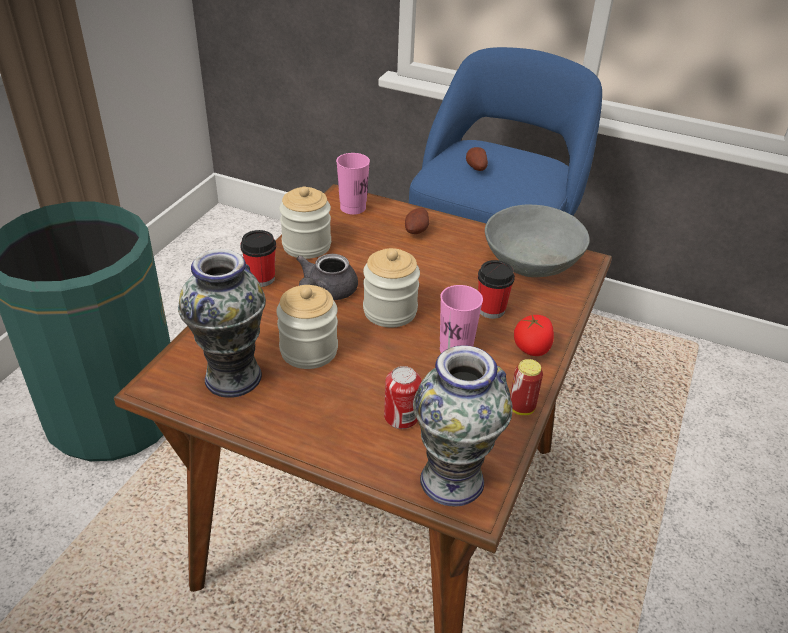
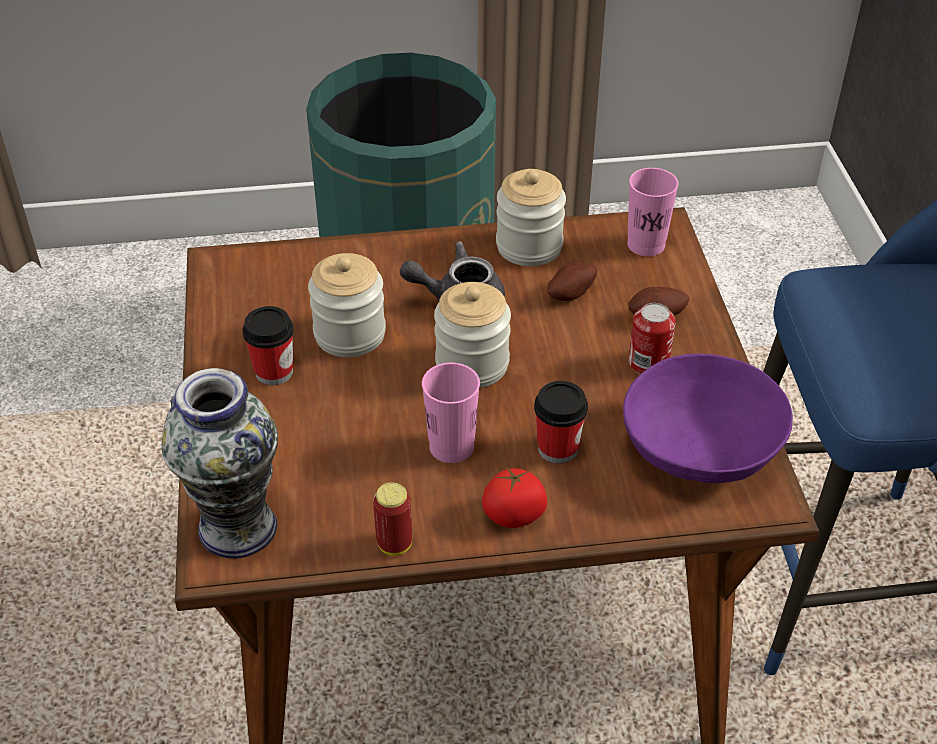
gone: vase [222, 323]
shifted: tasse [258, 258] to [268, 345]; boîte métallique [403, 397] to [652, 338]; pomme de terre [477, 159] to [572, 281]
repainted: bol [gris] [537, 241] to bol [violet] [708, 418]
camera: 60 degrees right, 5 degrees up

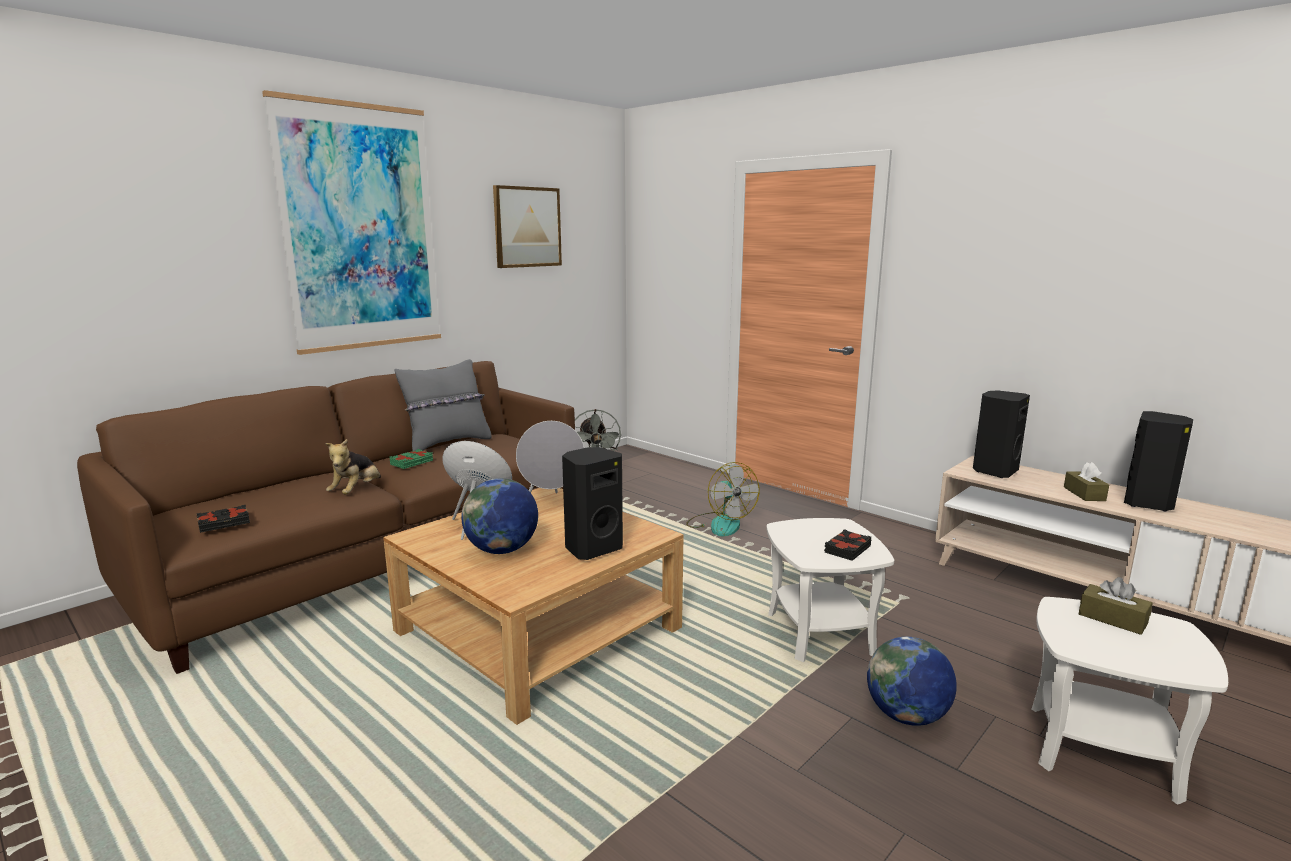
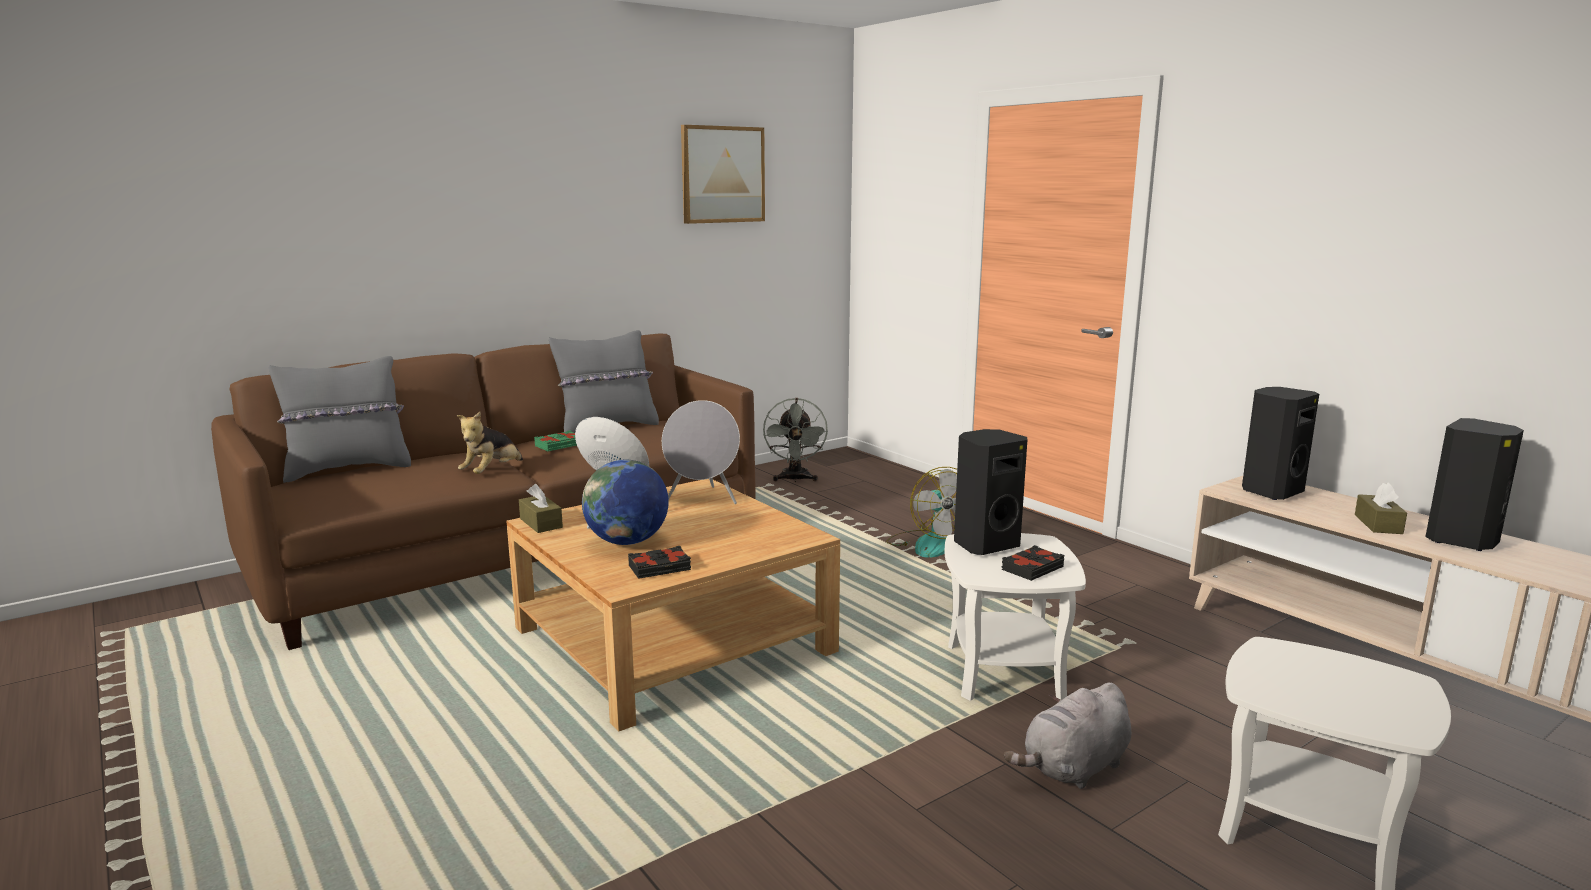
gone: tableau [351, 222]
new: coussin [gris] [340, 419]
shifted: livre [noir] [223, 519] to [659, 562]; enceinte [noir] [592, 503] to [990, 492]; boîte à mouchoirs [marron] [1115, 606] to [541, 508]
swapped: globe [912, 681] to peluche [gris] [1067, 735]
camera: 10 degrees right, 0 degrees up

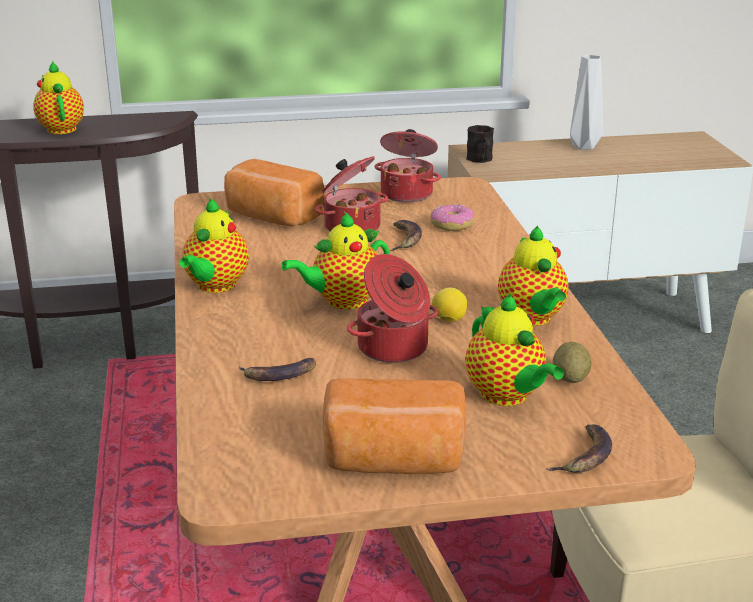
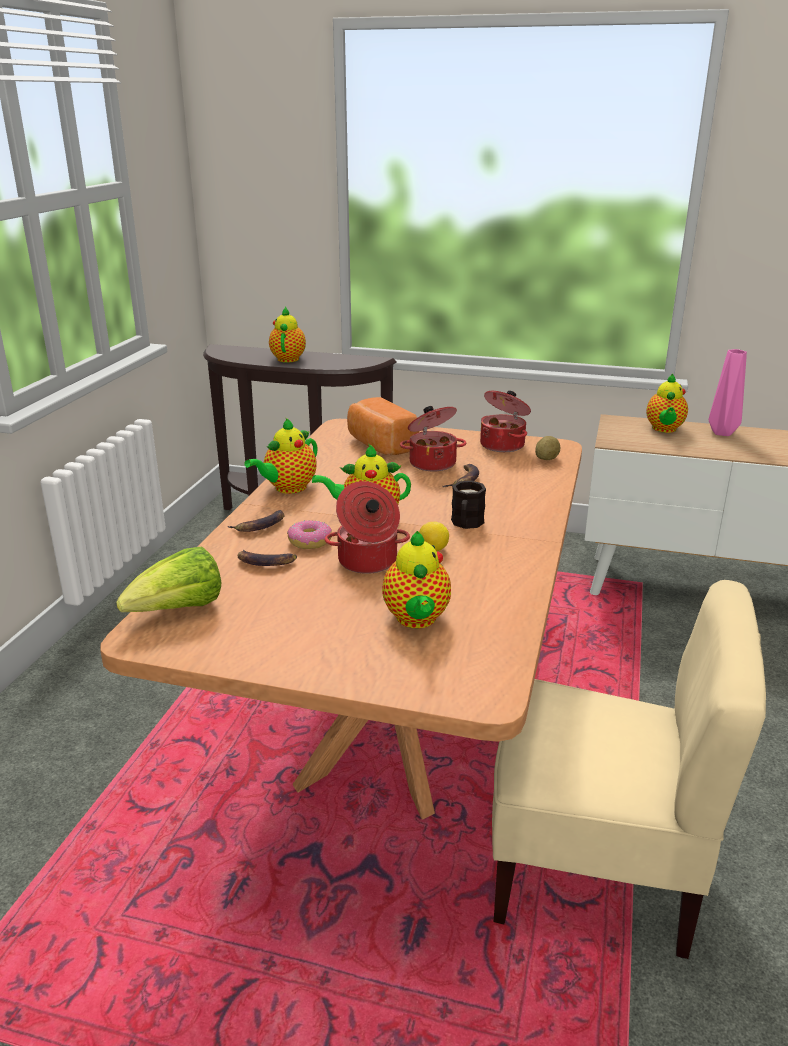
gone: pain [394, 426]
new: laitue [168, 579]
shifted: beignet [452, 218] to [309, 534]; mug [noir] [480, 144] to [468, 505]; théière [533, 276] to [667, 403]; banane [579, 448] to [256, 521]; pomme de terre [572, 362] to [547, 448]
repainted: vase [gris] [586, 102] to vase [rose] [728, 392]
camera: 25 degrees right, 0 degrees up

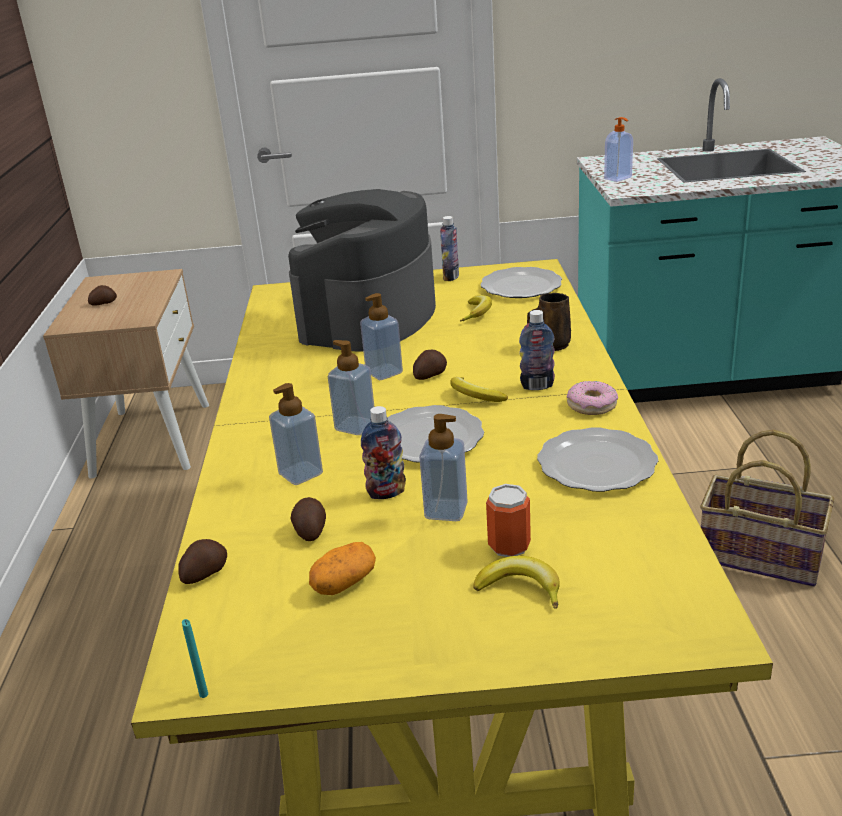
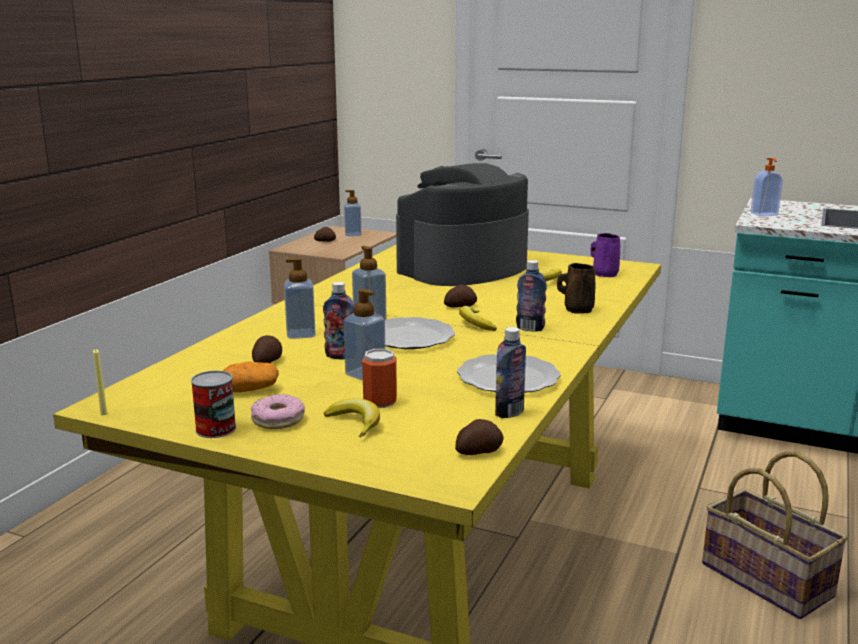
new: boîte métallique [213, 404]
shifted: pomme de terre [203, 561] to [479, 437]; distributeur de savon [381, 336] to [352, 213]; bouteille [449, 248] to [510, 372]; beignet [592, 398] to [278, 411]
swapped: assiette [521, 282] to mug [violet] [605, 255]
repainted: bougie [turquoise] [195, 658] to bougie [jaune] [100, 382]
camera: 25 degrees right, 10 degrees down

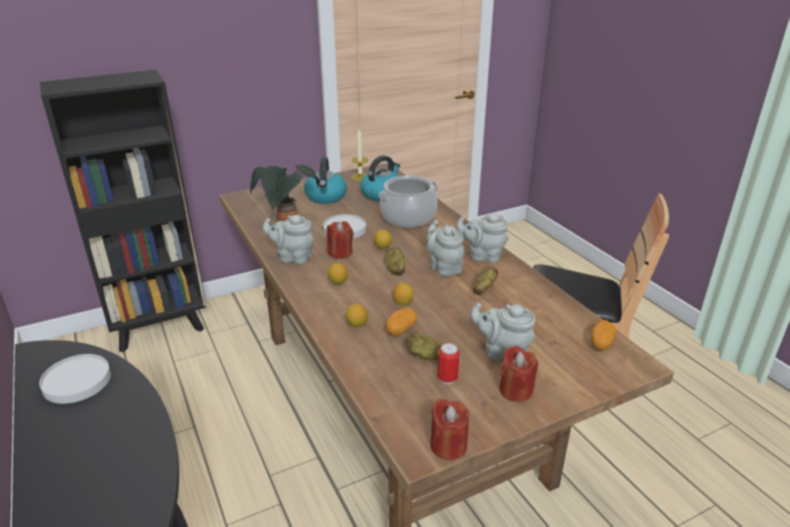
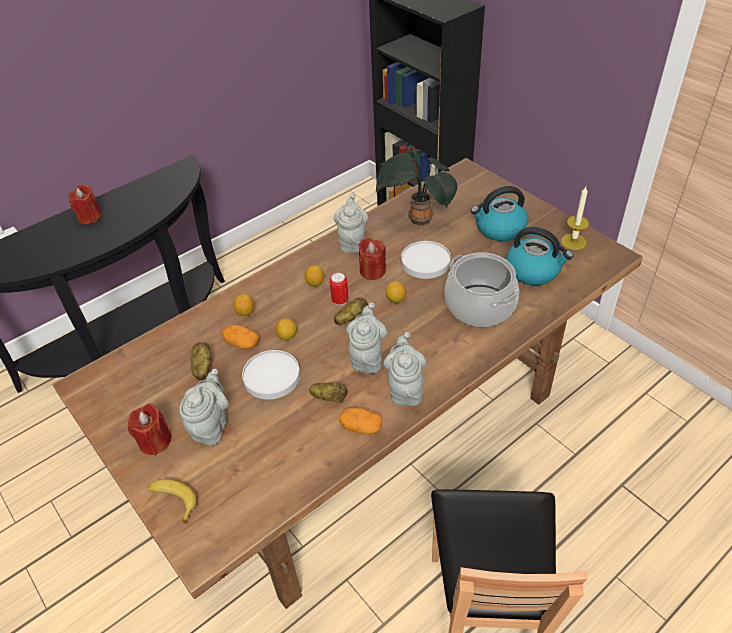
new: banane [172, 501]
shifted: assiette [blanc] [75, 379] to [271, 375]; bougie [rouge] [449, 429] to [85, 204]; boîte métallique [448, 363] to [339, 289]; pomme de terre [603, 335] to [361, 421]
rotated: théière [gris] [445, 248] = [367, 338] 45 degrees counterclockwise
camera: 80 degrees right, 15 degrees up

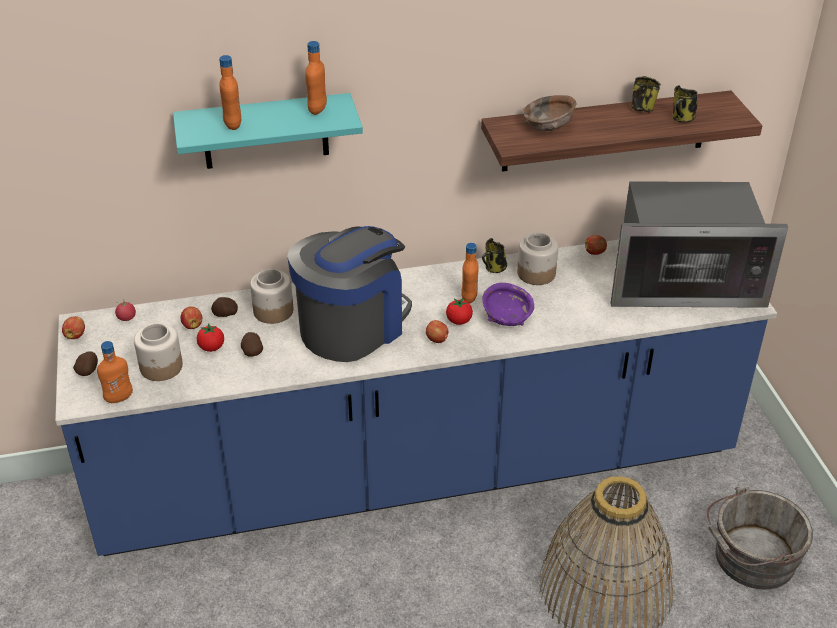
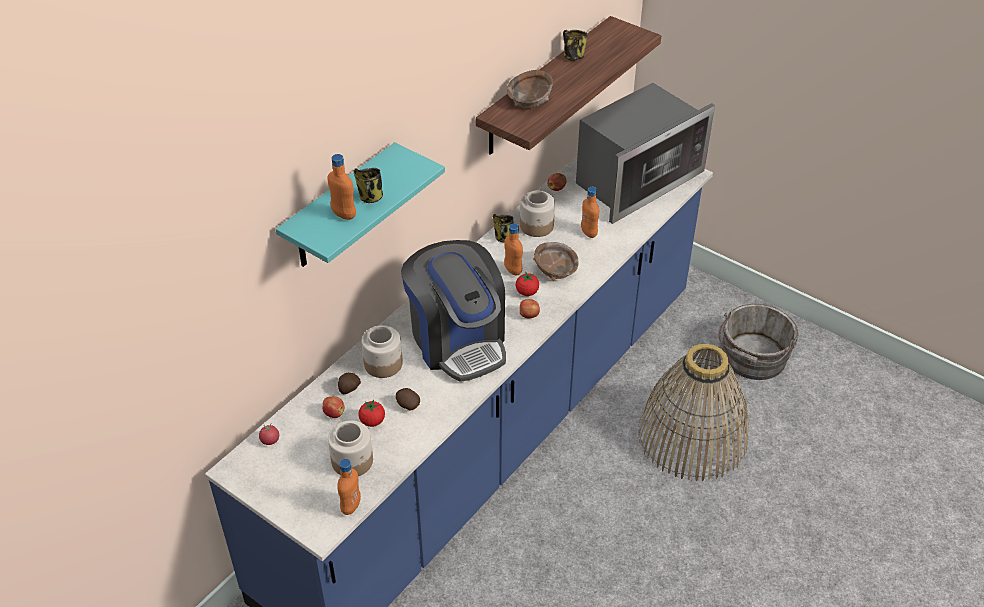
gone: pomme [73, 327]; pomme de terre [85, 363]
shifted: bouteille [orange] [316, 78] to [590, 212]; mug [685, 103] to [368, 185]
repainted: bol [violet] [508, 304] to bol [marron] [556, 261]
rotated: machine à café [349, 294] = [453, 311] 150 degrees clockwise
camera: 40 degrees left, 5 degrees up

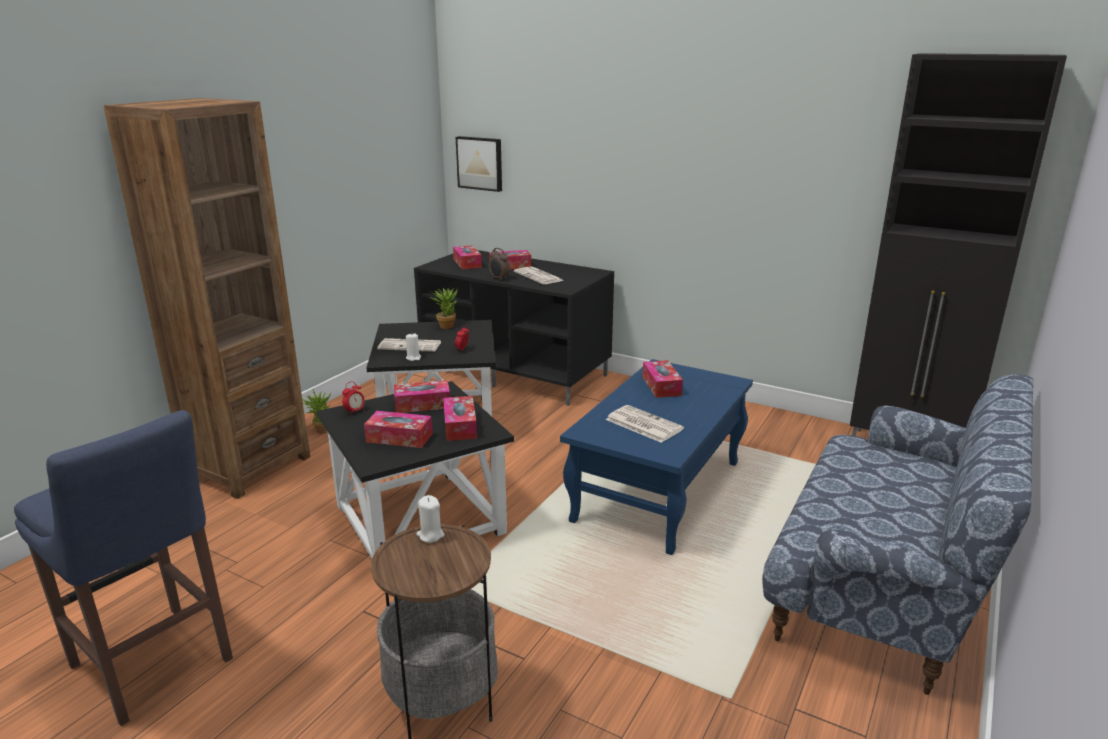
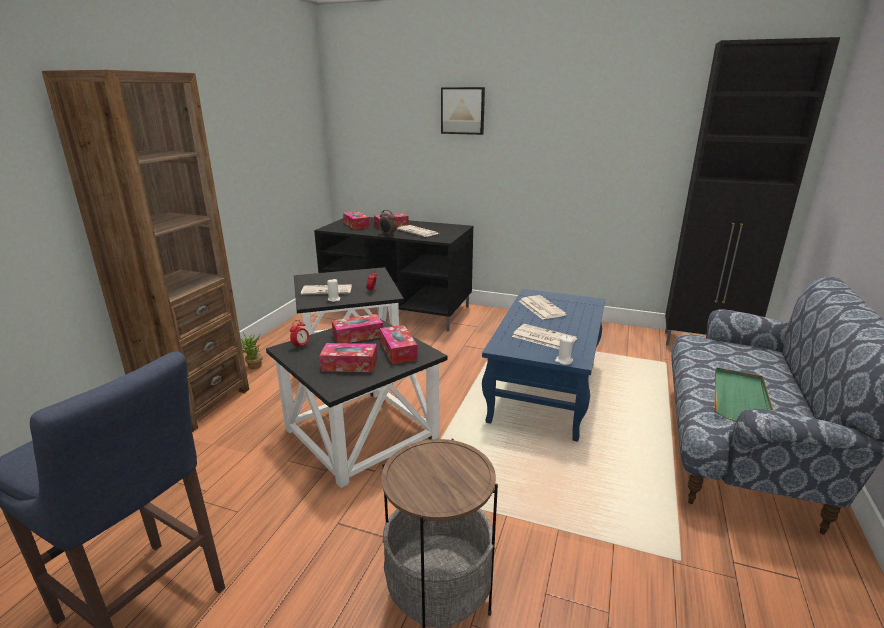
gone: plante en pot [444, 308]
new: plateau [vert] [744, 394]
shifted: bougie [blanc] [430, 519] to [564, 350]; tableau [479, 164] to [463, 111]
swapped: boîte à mouchoirs [662, 379] to journal [543, 307]
camera: 10 degrees left, 0 degrees up

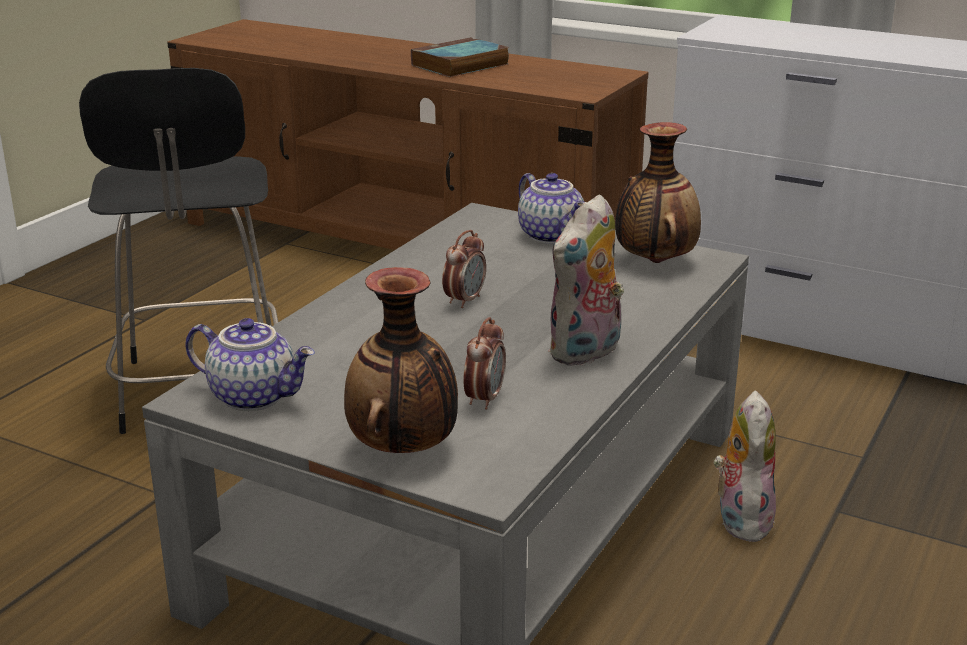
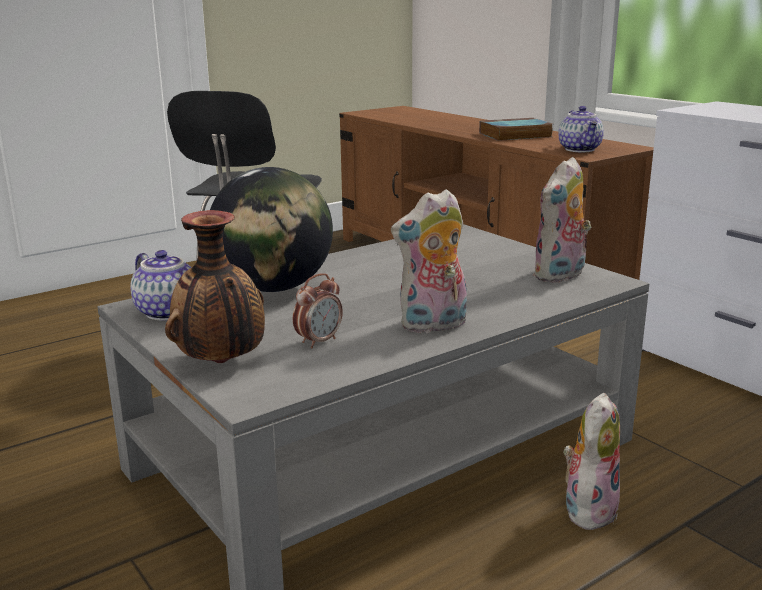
gone: réveil [464, 269]
new: globe [271, 229]
shifted: théière [551, 208] to [581, 129]
swapped: vase [658, 192] to peluche [562, 220]
camera: 25 degrees right, 5 degrees down

